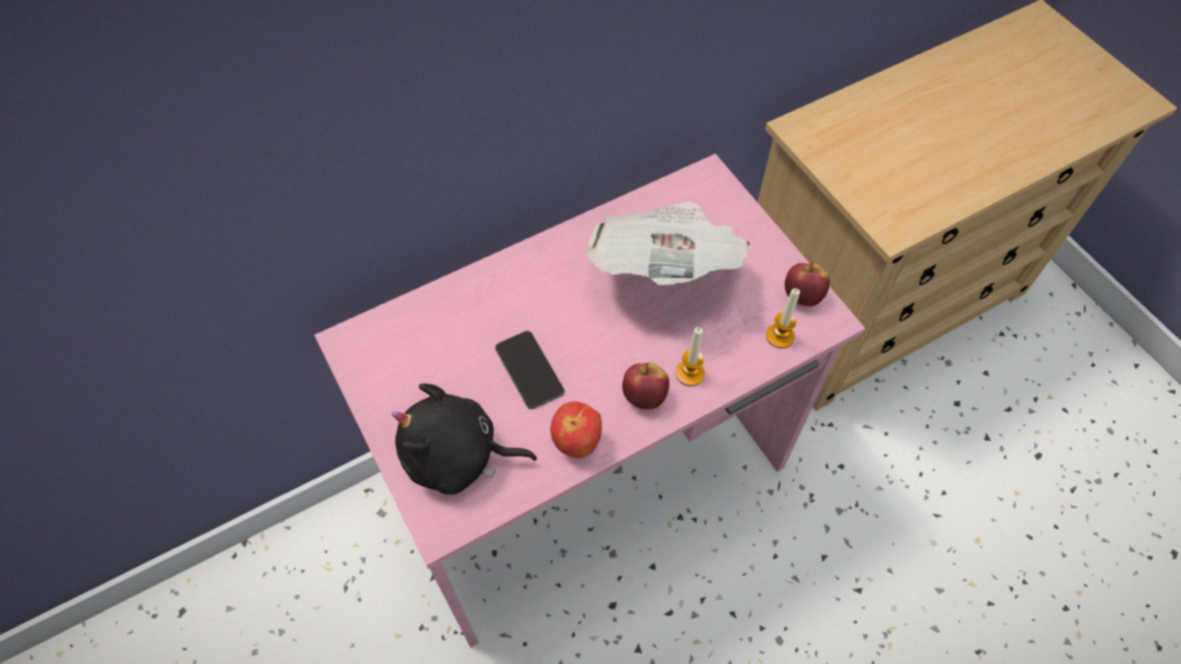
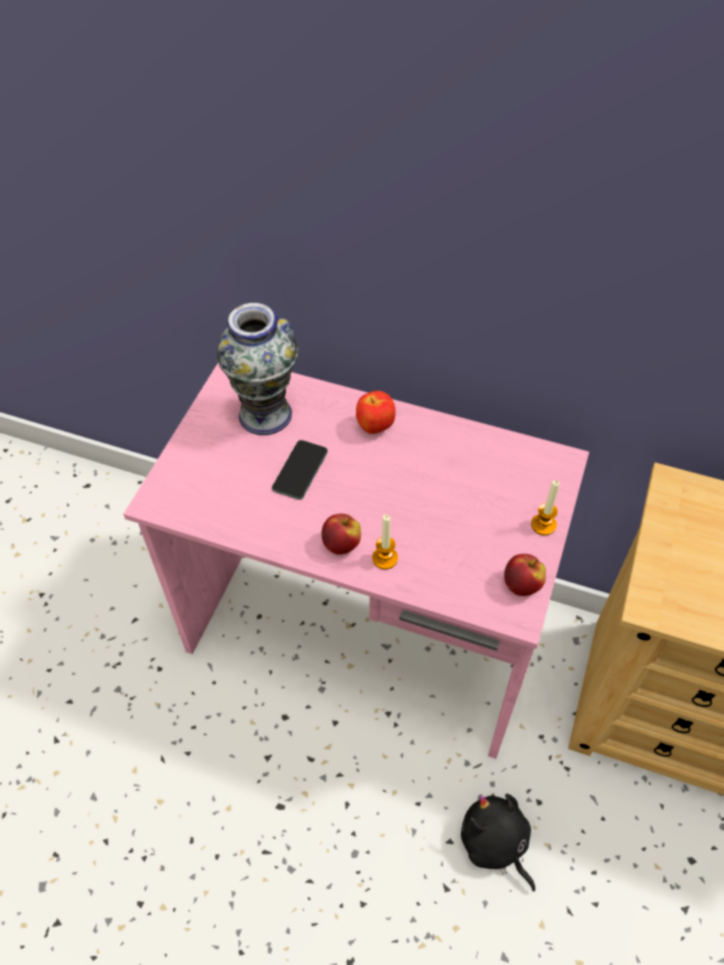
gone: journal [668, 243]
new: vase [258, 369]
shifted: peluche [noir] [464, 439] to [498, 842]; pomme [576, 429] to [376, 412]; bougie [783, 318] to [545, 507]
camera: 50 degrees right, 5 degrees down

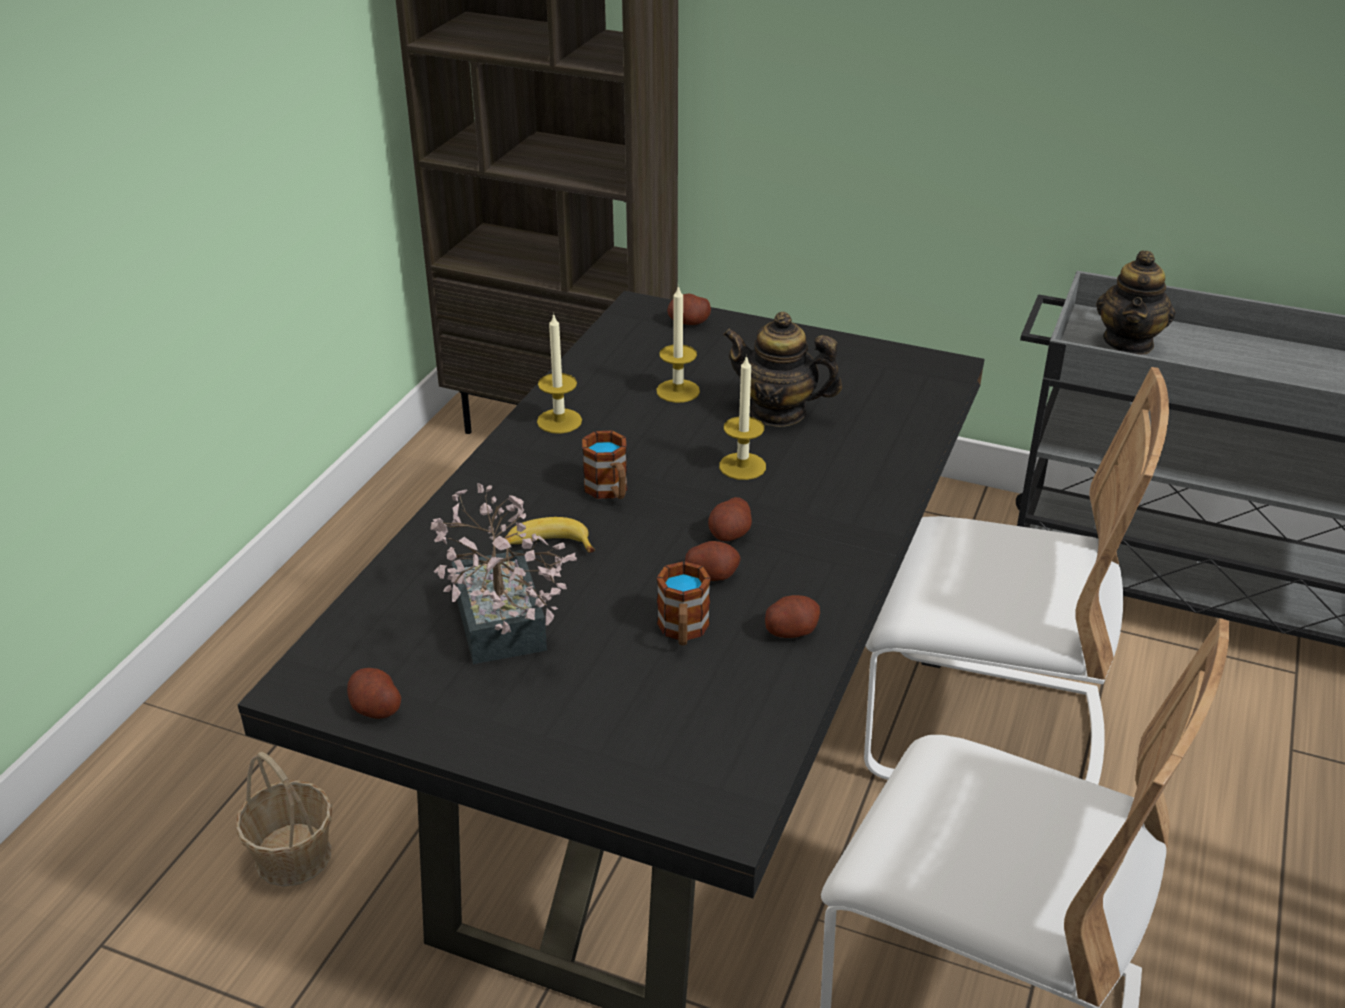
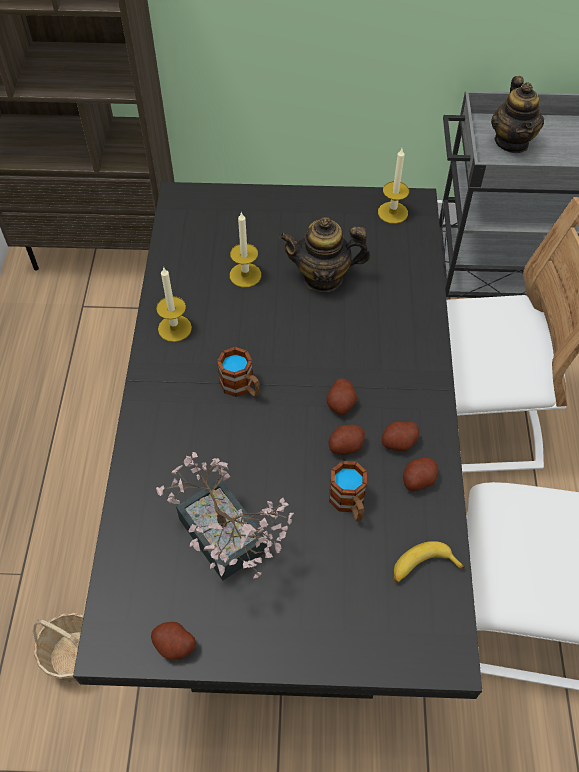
shifted: banane [550, 535] to [429, 561]; pomme de terre [689, 309] to [400, 436]; bougie [742, 417] to [393, 186]
camera: 20 degrees left, 20 degrees up

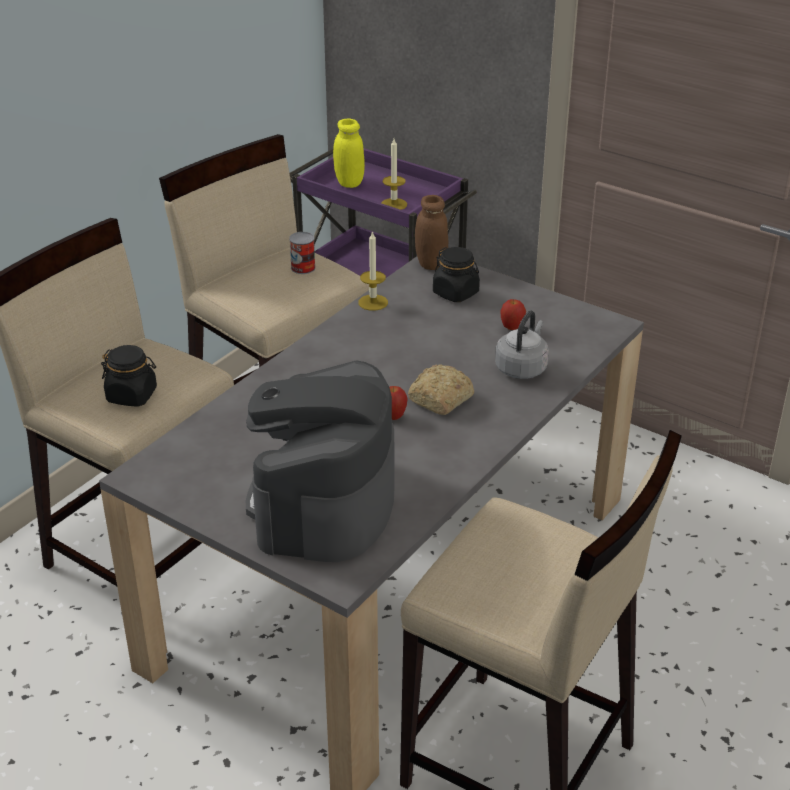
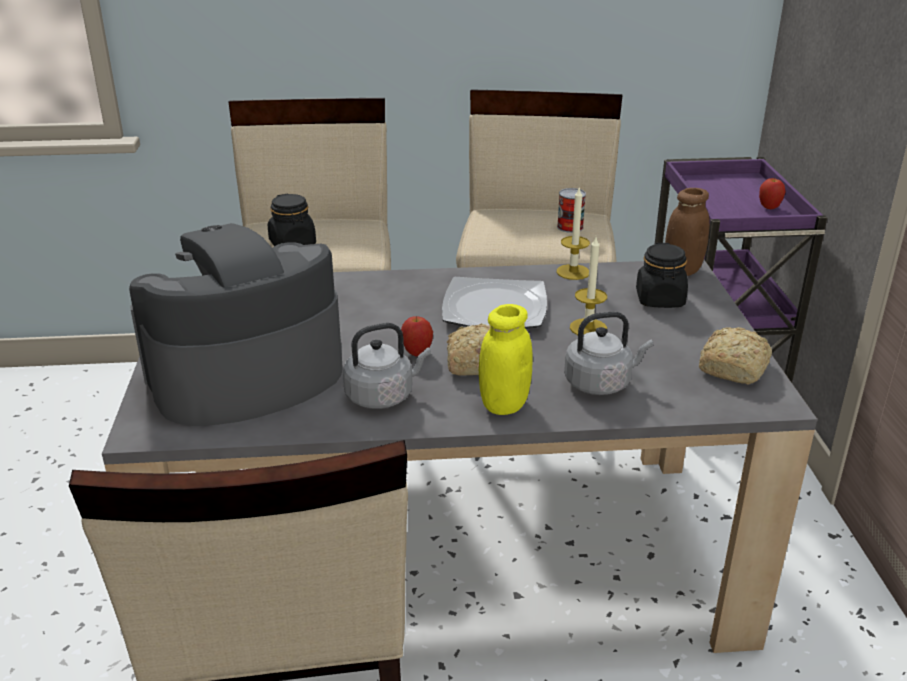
new: bouilloire [gris] [387, 366]; assiette [494, 303]; pain [735, 355]
shifted: bocal [jaune] [349, 153] to [506, 359]; bougie [394, 174] to [588, 286]; pomme [513, 314] to [772, 193]
camera: 50 degrees right, 5 degrees down

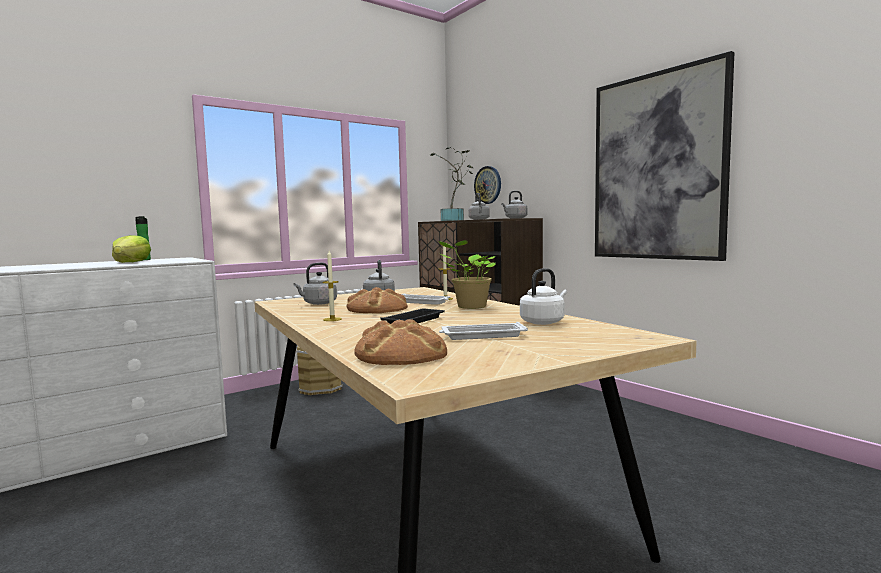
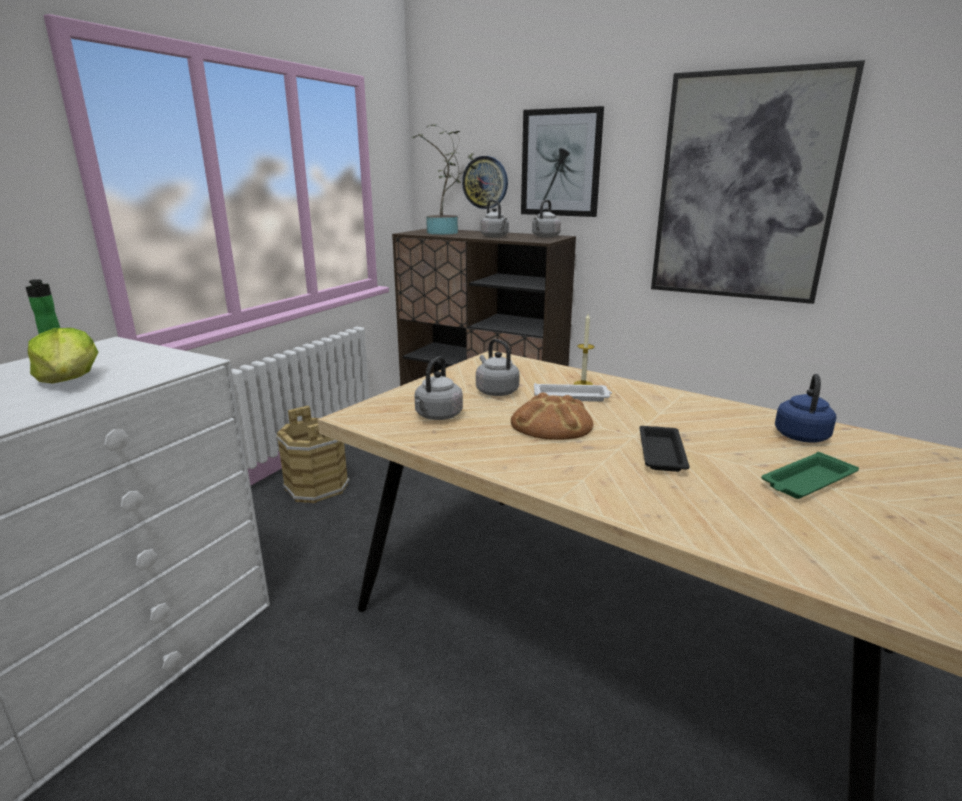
gone: bougie [332, 286]; pain [400, 342]; plante en pot [467, 274]
new: tableau [562, 161]
repainted: plateau [blanc] [483, 331] to plateau [vert] [810, 475]; bouilloire [blanc] [543, 296] to bouilloire [bleu] [805, 408]
camera: 25 degrees left, 15 degrees up

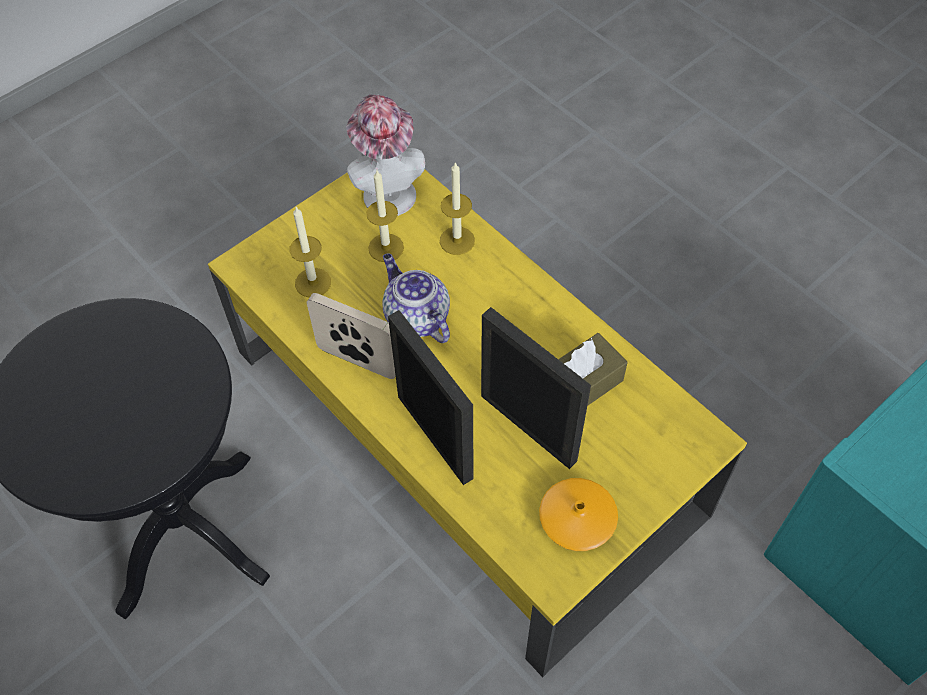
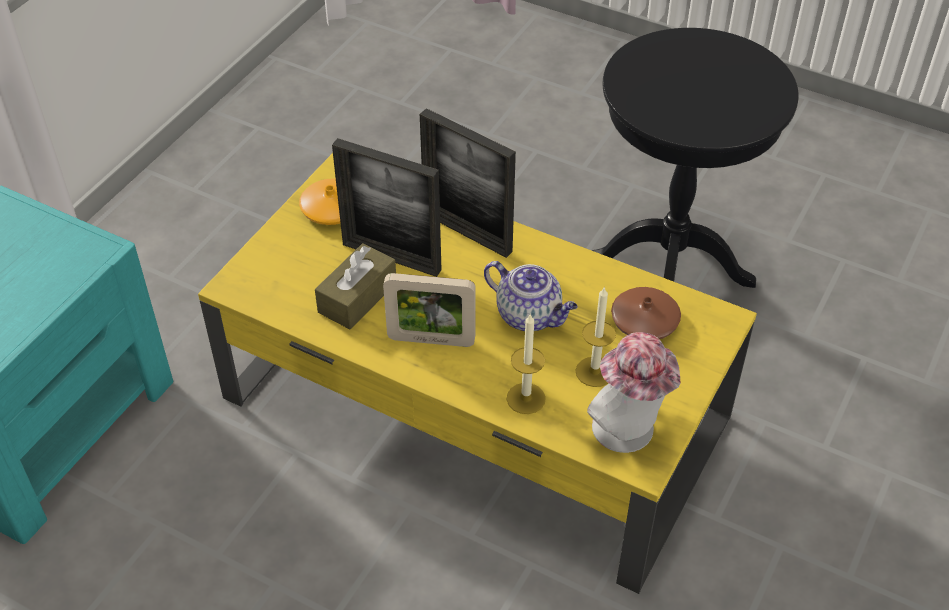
shifted: cadre photo [351, 336] to [429, 310]
swapped: bougie [310, 252] to vase [marron] [646, 313]
camera: 160 degrees right, 10 degrees down

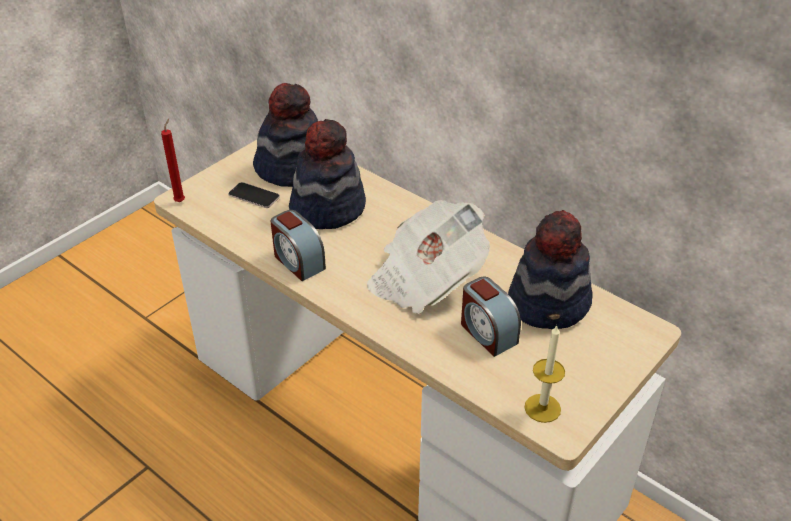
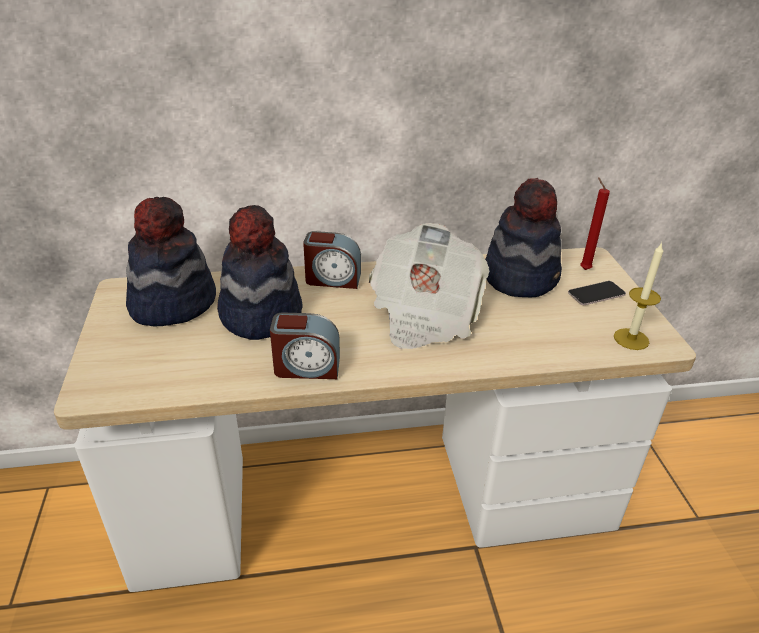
shifted: bougie [rouge] [173, 160] to [595, 223]; téléphone [254, 195] to [597, 293]; réveil [491, 317] to [332, 260]
camera: 50 degrees left, 5 degrees down

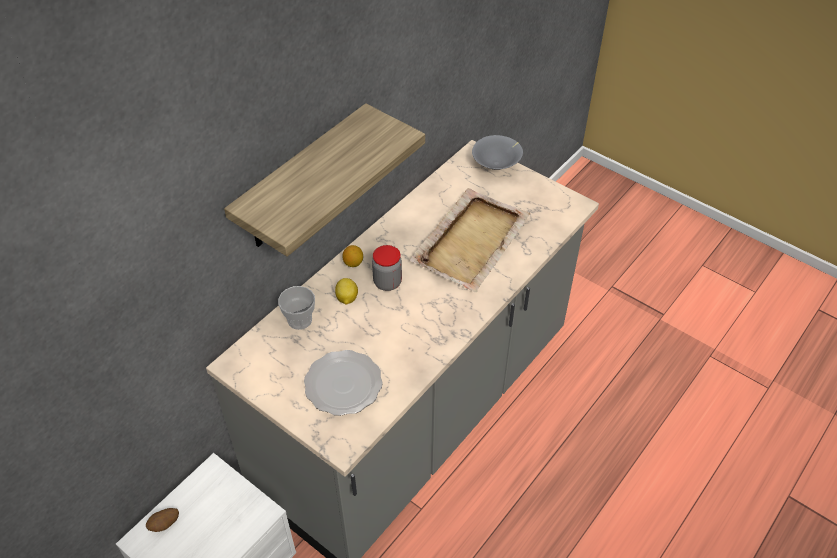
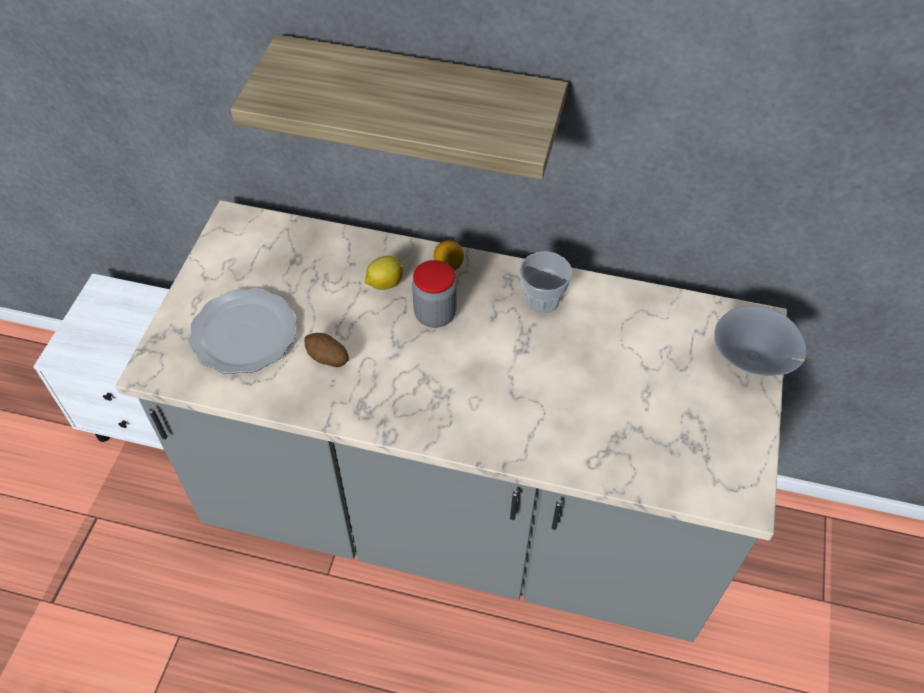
gone: plateau [beige] [470, 240]
shifted: pomme de terre [162, 520] to [326, 350]; tasse [296, 308] to [545, 282]
camera: 65 degrees right, 5 degrees up

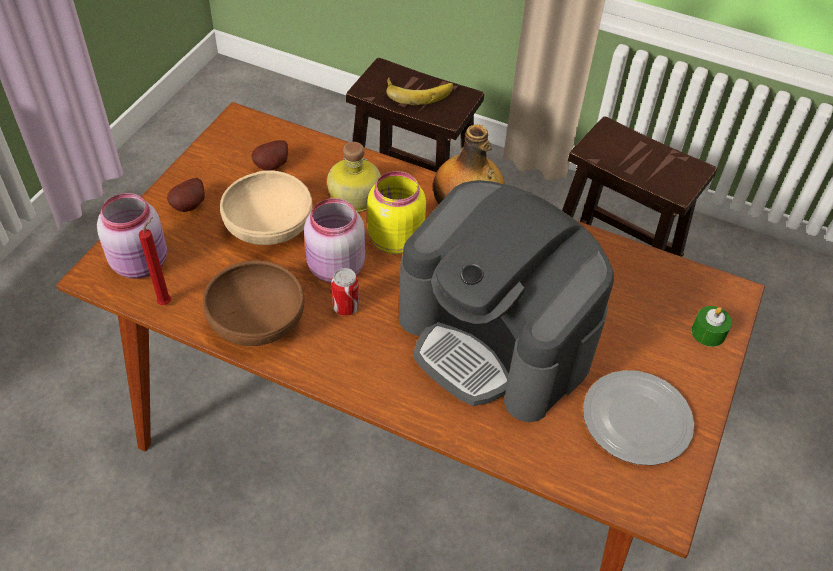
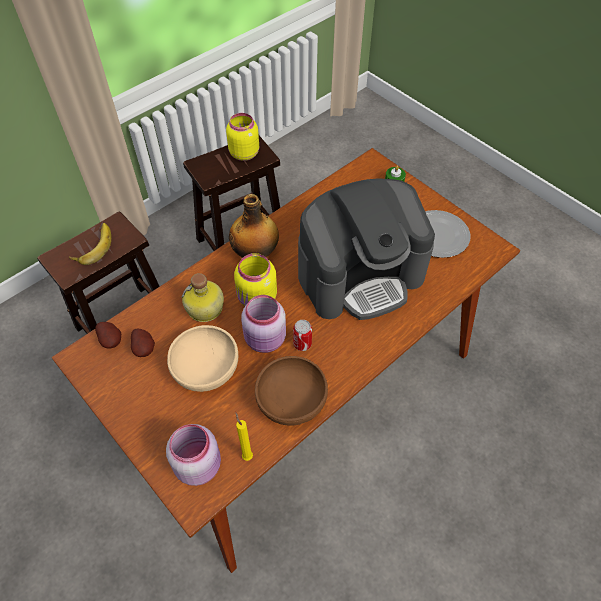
new: bocal [jaune] [242, 137]
shifted: pomme de terre [186, 195] to [108, 335]
repainted: bougie [rouge] [155, 261] to bougie [jaune] [244, 436]
camera: 65 degrees left, 5 degrees up

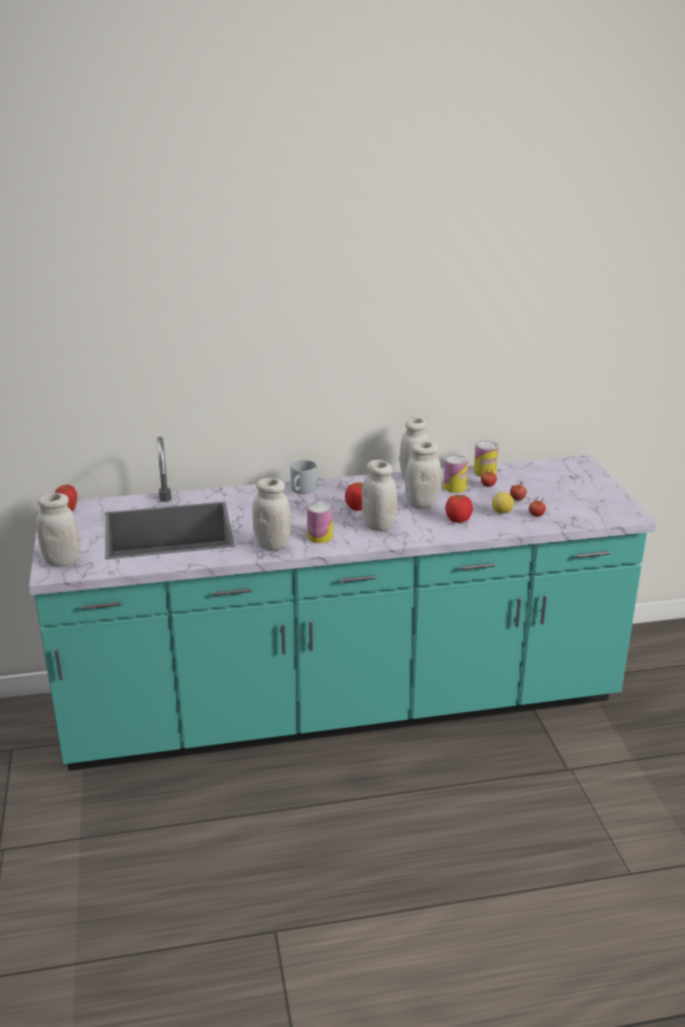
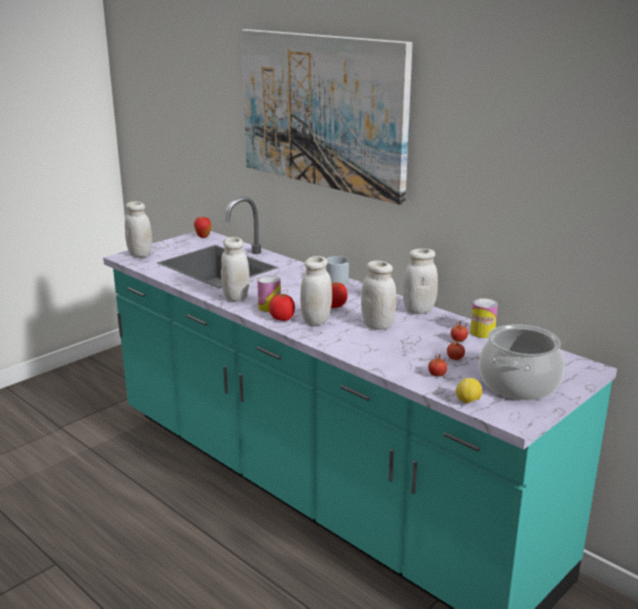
gone: boîte métallique [455, 474]
new: tableau [326, 117]; marmite [521, 362]
shifted: tomate [459, 508] to [282, 307]; citron [503, 503] to [469, 390]
camera: 55 degrees right, 5 degrees down

